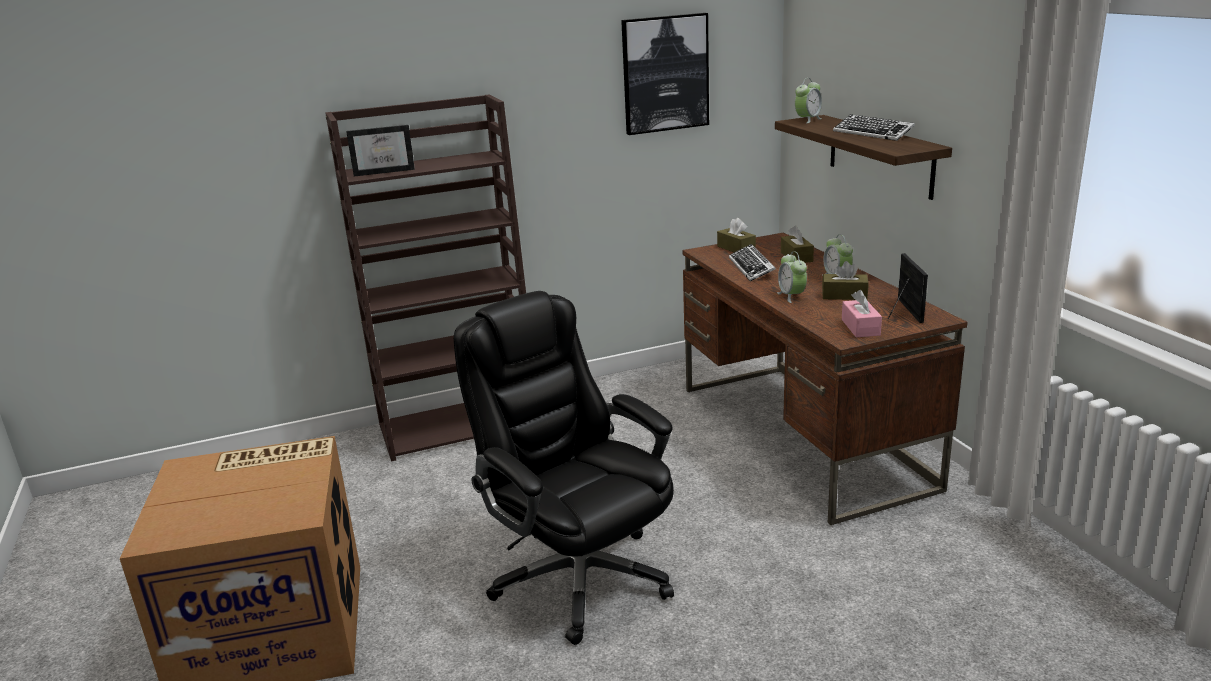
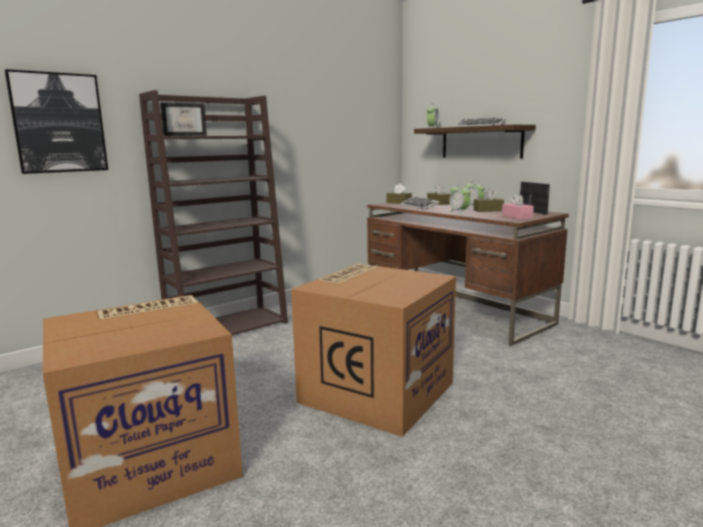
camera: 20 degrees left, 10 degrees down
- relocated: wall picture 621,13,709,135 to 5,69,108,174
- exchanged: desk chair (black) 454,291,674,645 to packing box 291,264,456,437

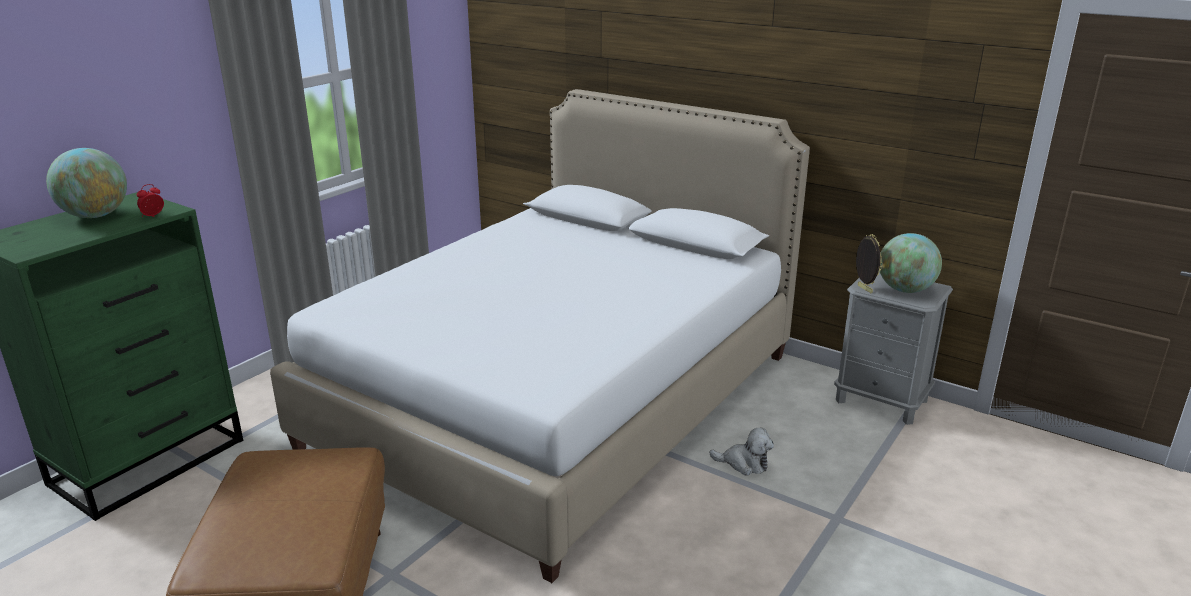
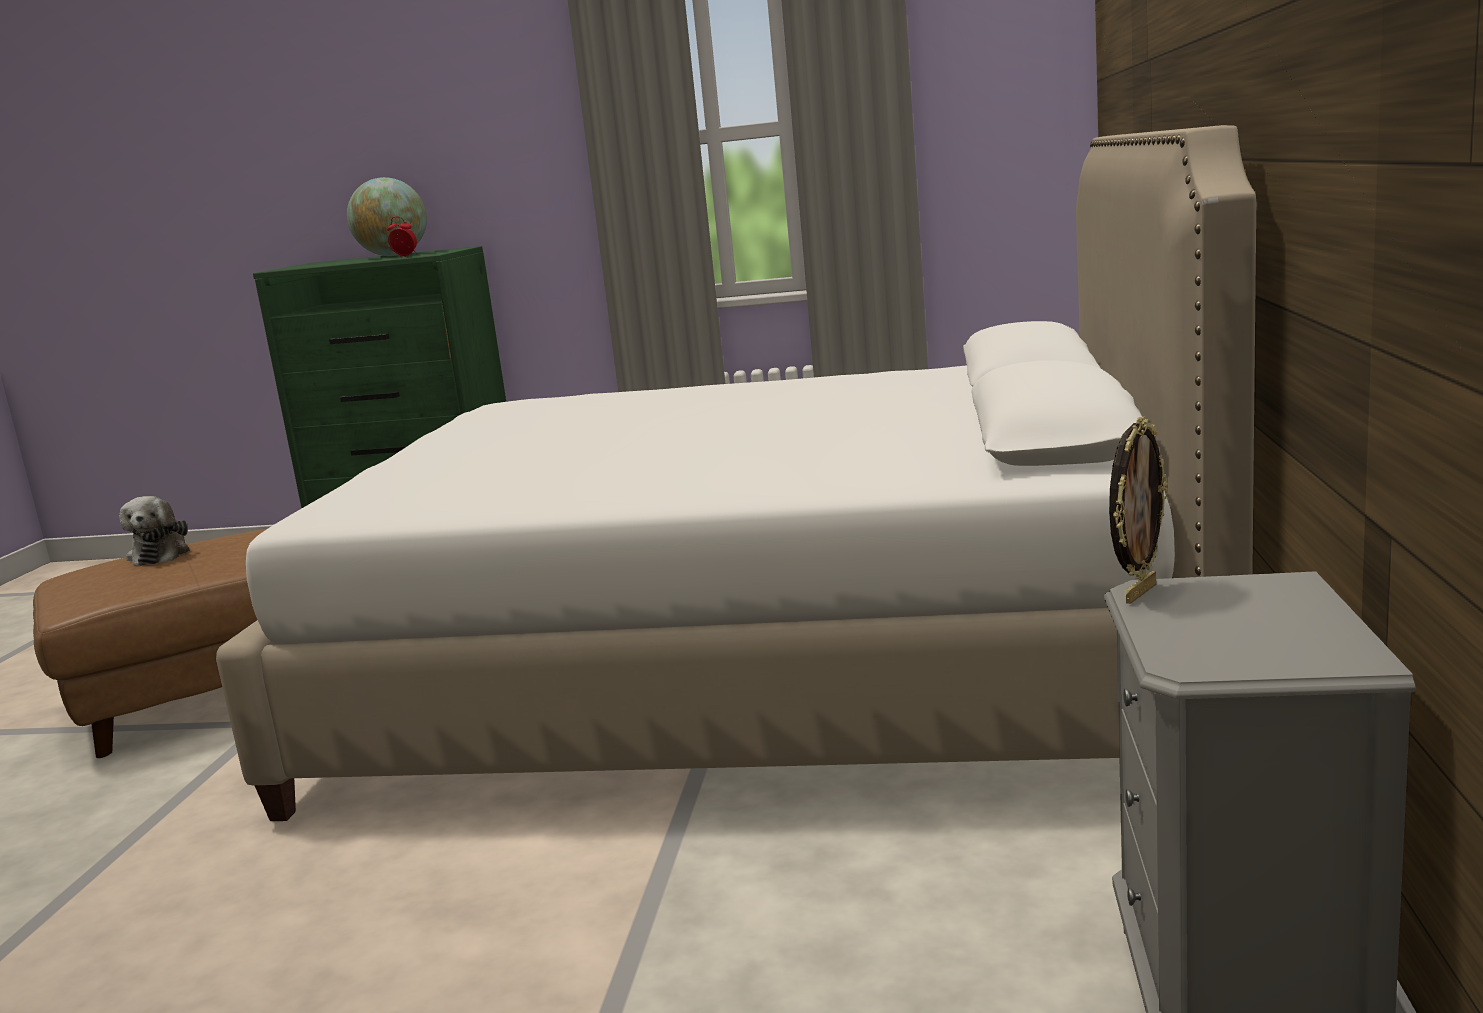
camera: 65 degrees right, 10 degrees down
- missing: world globe 880,233,942,293
- relocated: cuddly toy 709,427,774,476 to 119,496,190,566

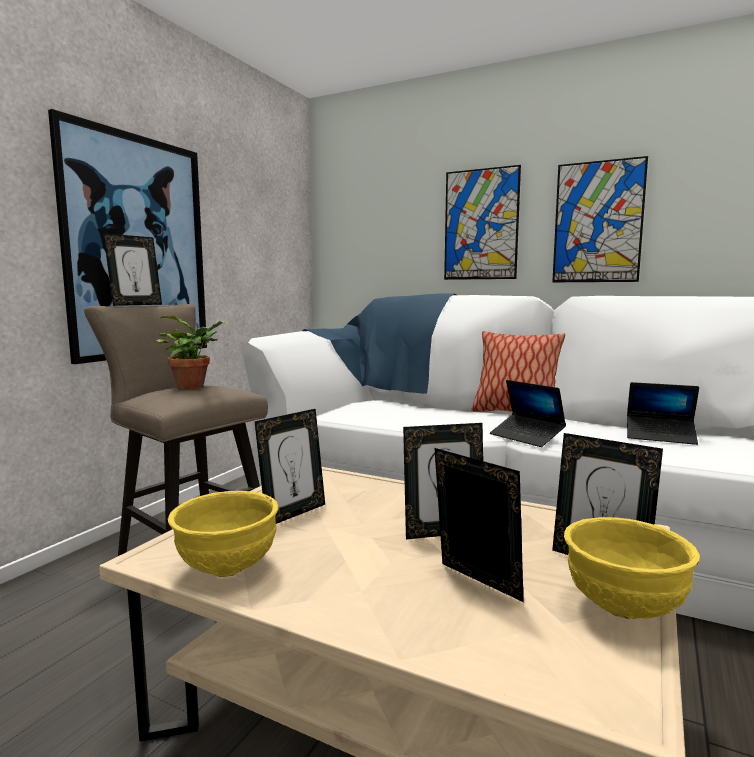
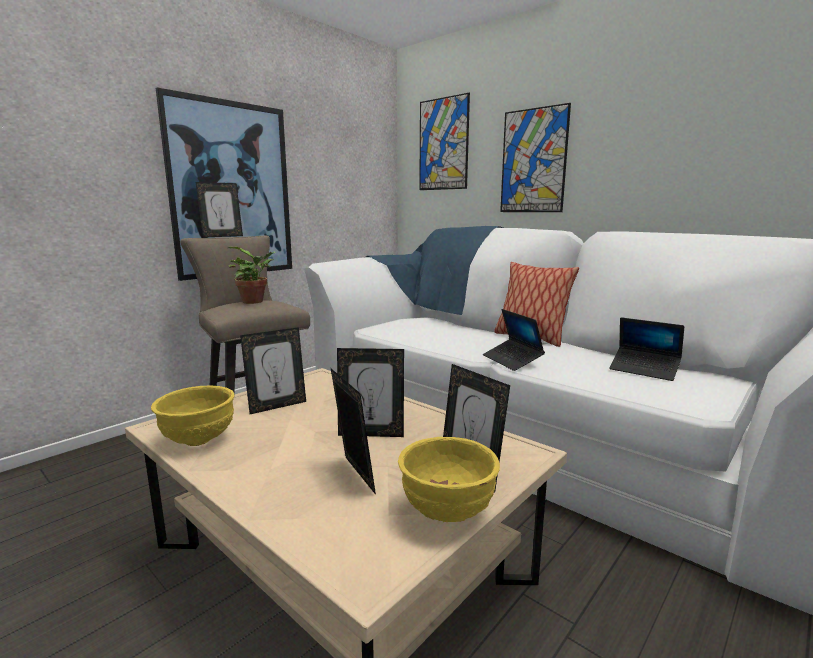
camera: 15 degrees right, 5 degrees up
- relocated: wall picture 552,156,648,282 to 419,93,470,190

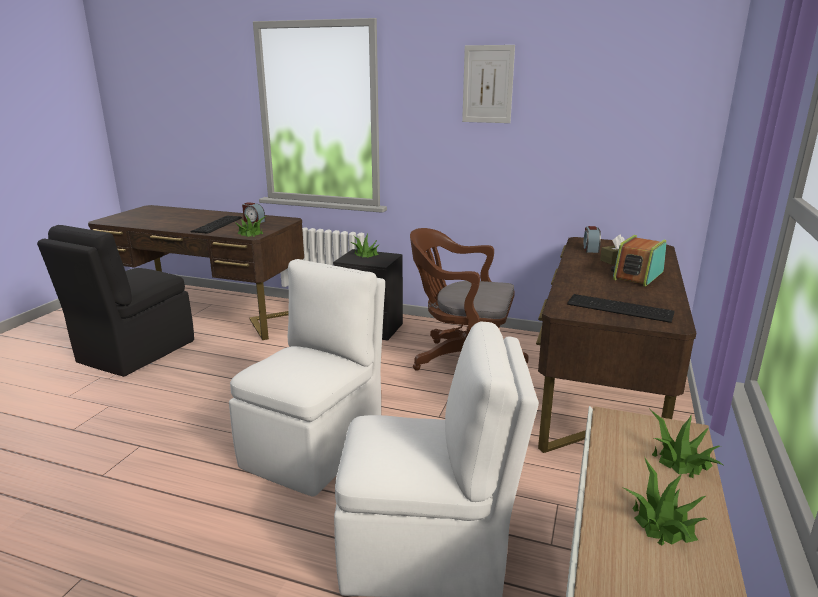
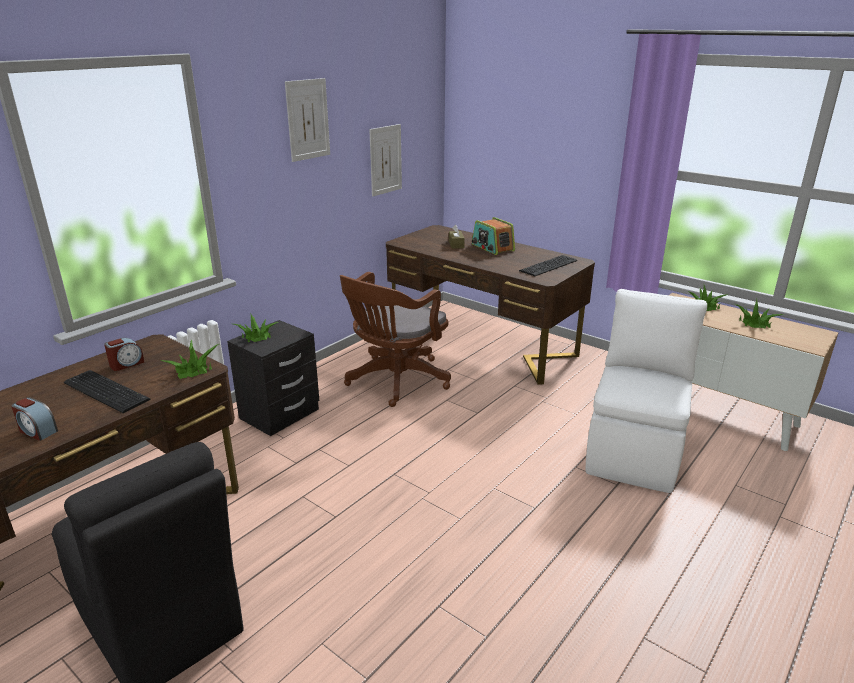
camera: 70 degrees left, 5 degrees up
- relocated: table clock 583,226,601,253 to 11,397,58,441
- missing: plain chair (whitish) 229,259,385,497
- appeared: wall picture 369,124,402,196

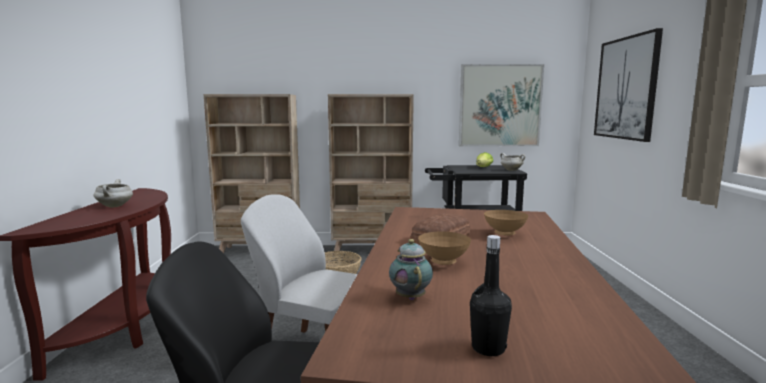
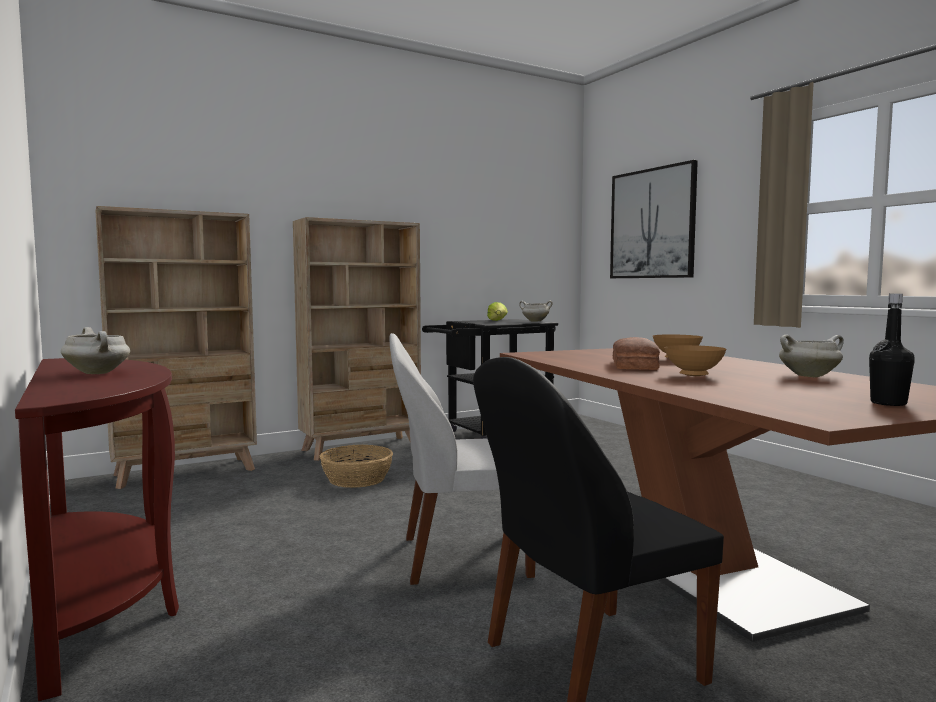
camera: 30 degrees left, 5 degrees down
- missing: wall picture 459,64,544,146
- missing: tea pot 389,239,433,300
- appeared: cooking pot (whitish) 779,335,844,378

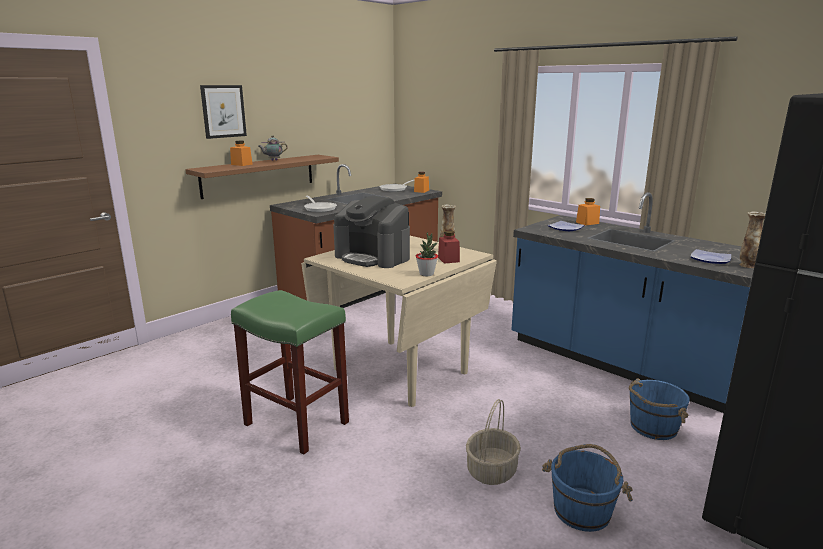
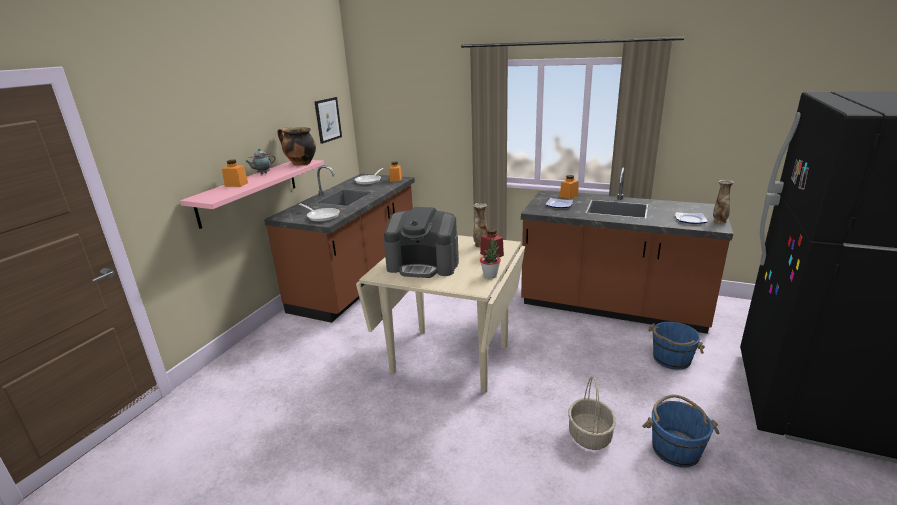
camera: 20 degrees left, 5 degrees up
- relocated: wall picture 200,85,247,139 to 315,97,342,144
- colour: wall shelf (brown-coloured) 185,155,339,199 to wall shelf (pink) 180,160,324,229
- colour: kitchen counter (blue) 512,192,754,413 to kitchen counter (brown-coloured) 521,168,733,334
- missing: stool seat (green) 231,290,349,454
- appeared: cooking pot 277,127,316,165

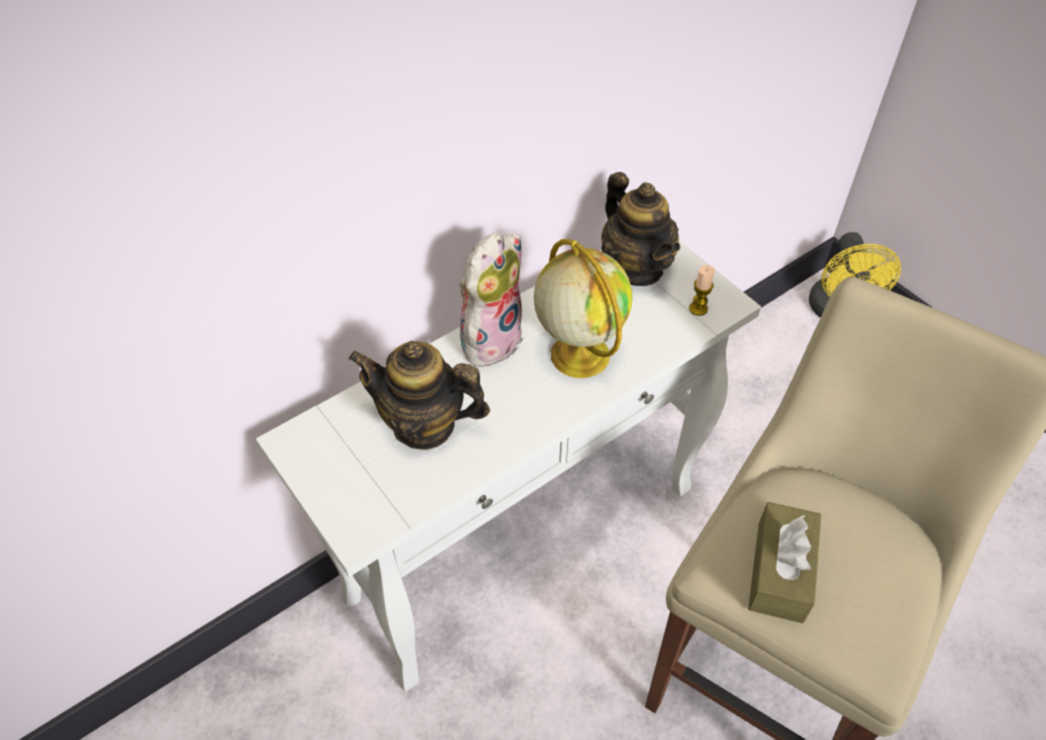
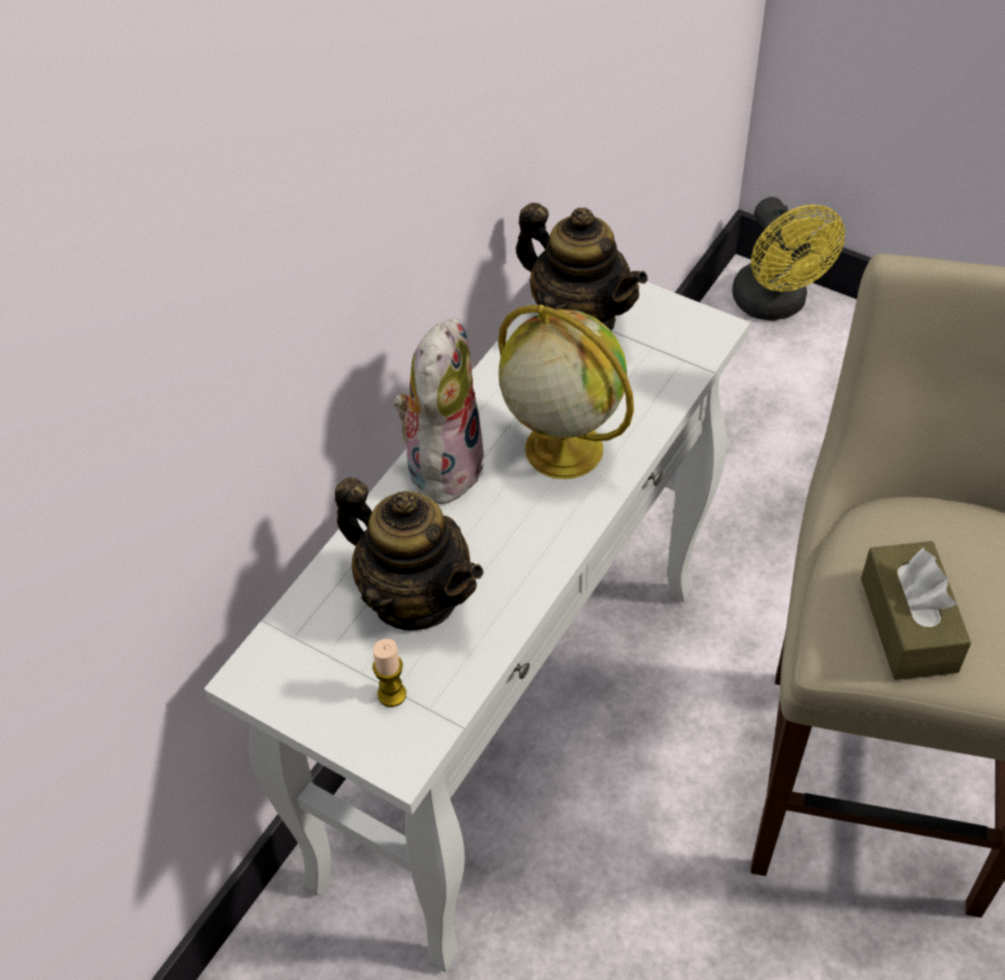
camera: 20 degrees left, 0 degrees up
- relocated: wax candle 689,265,715,316 to 372,639,406,707
- spun: tea pot 348,341,490,450 = 335,477,483,631 135 degrees counterclockwise

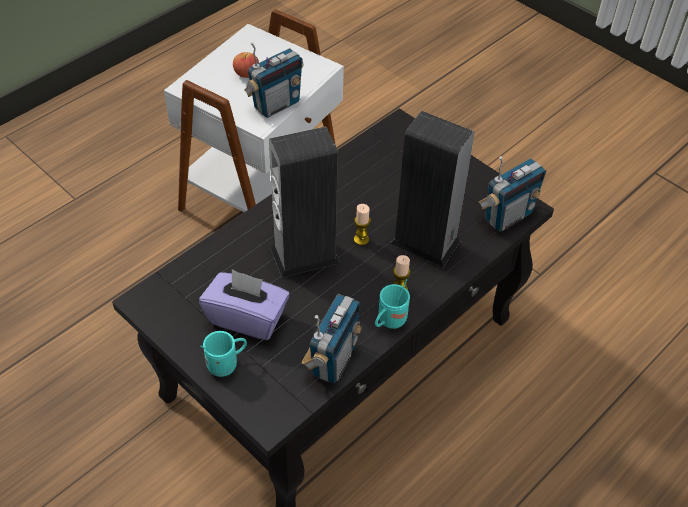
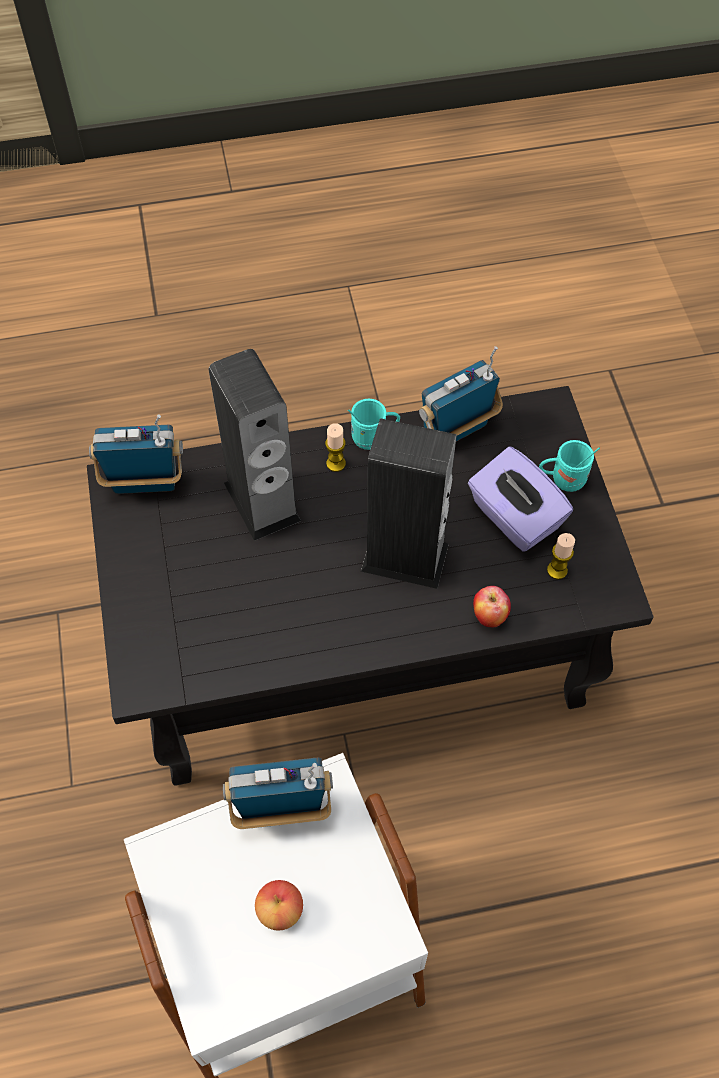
camera: 145 degrees left, 10 degrees up
- relocated: wax candle 354,204,371,245 to 547,533,575,580
- appeared: whole apple 473,586,511,627

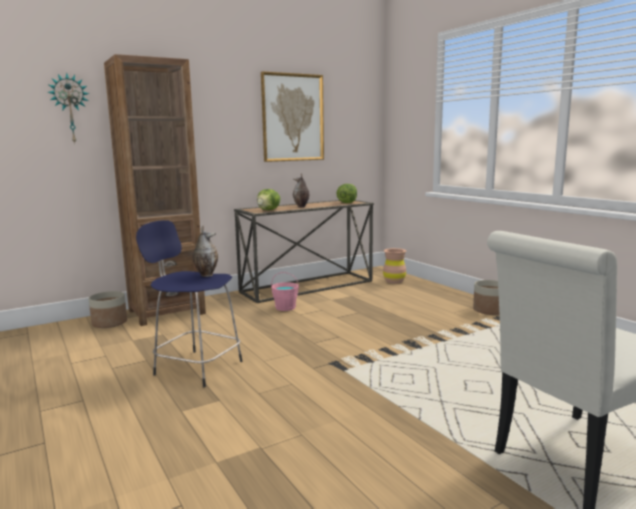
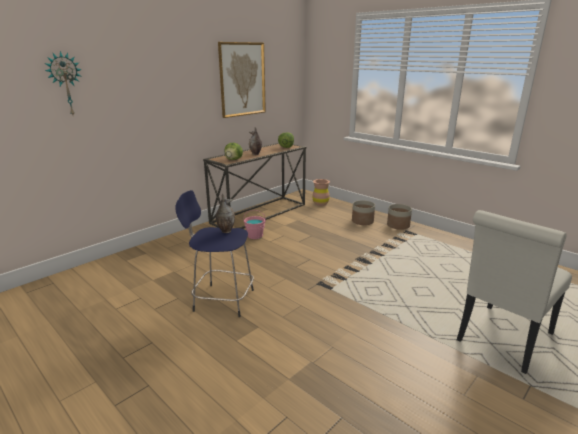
camera: 15 degrees left, 10 degrees up
- missing: bookshelf (brown-coloured) 104,54,206,326
- relocated: plant pot 89,291,127,328 to 352,200,375,225

